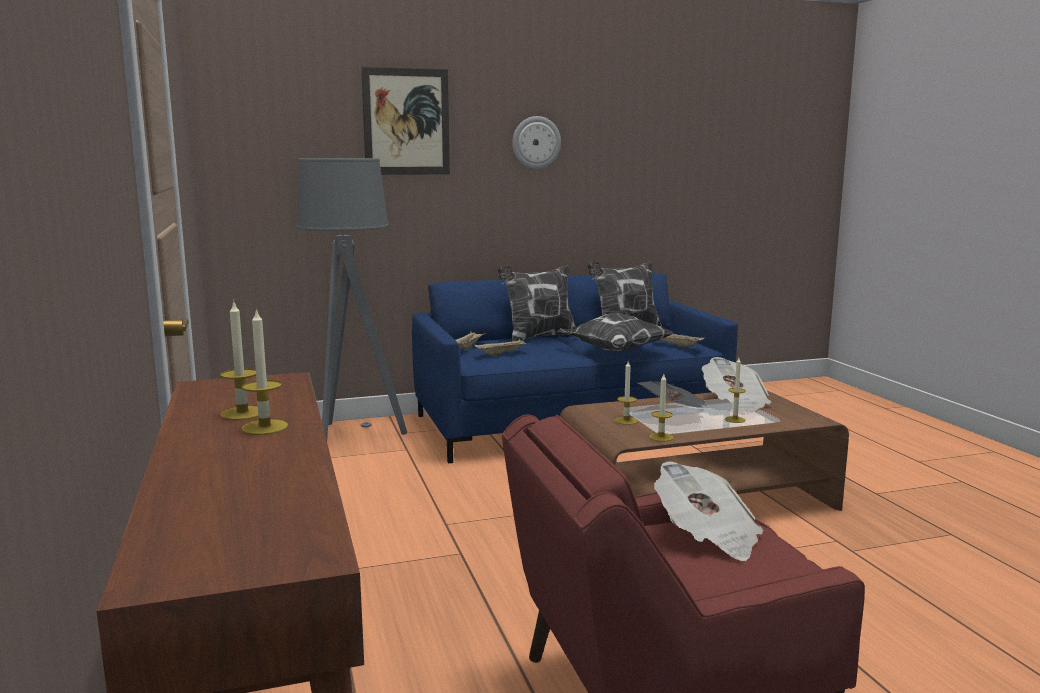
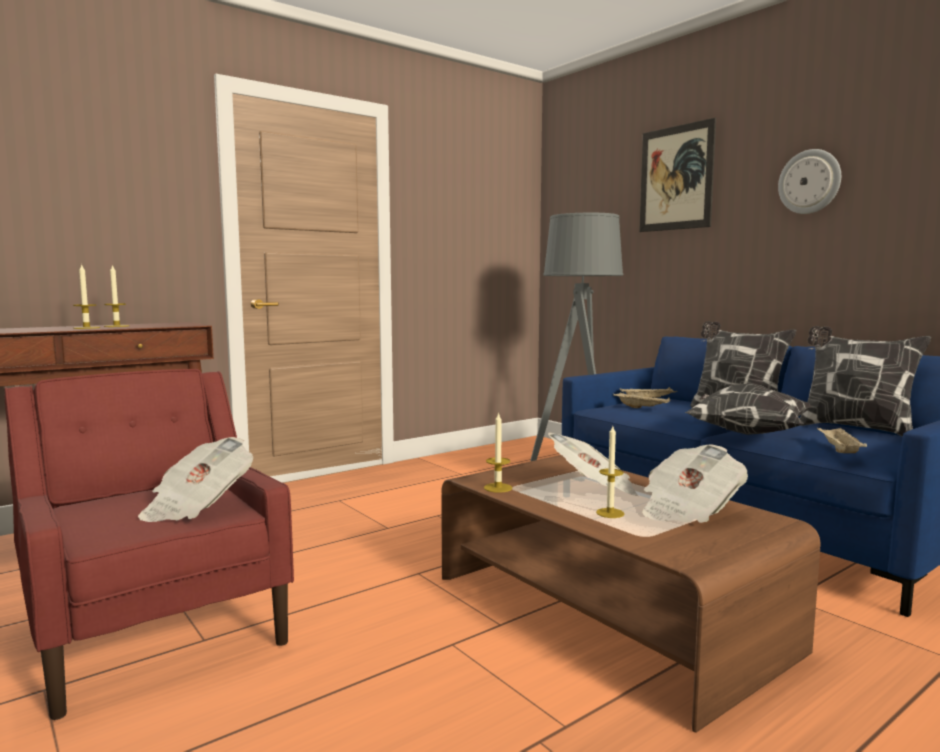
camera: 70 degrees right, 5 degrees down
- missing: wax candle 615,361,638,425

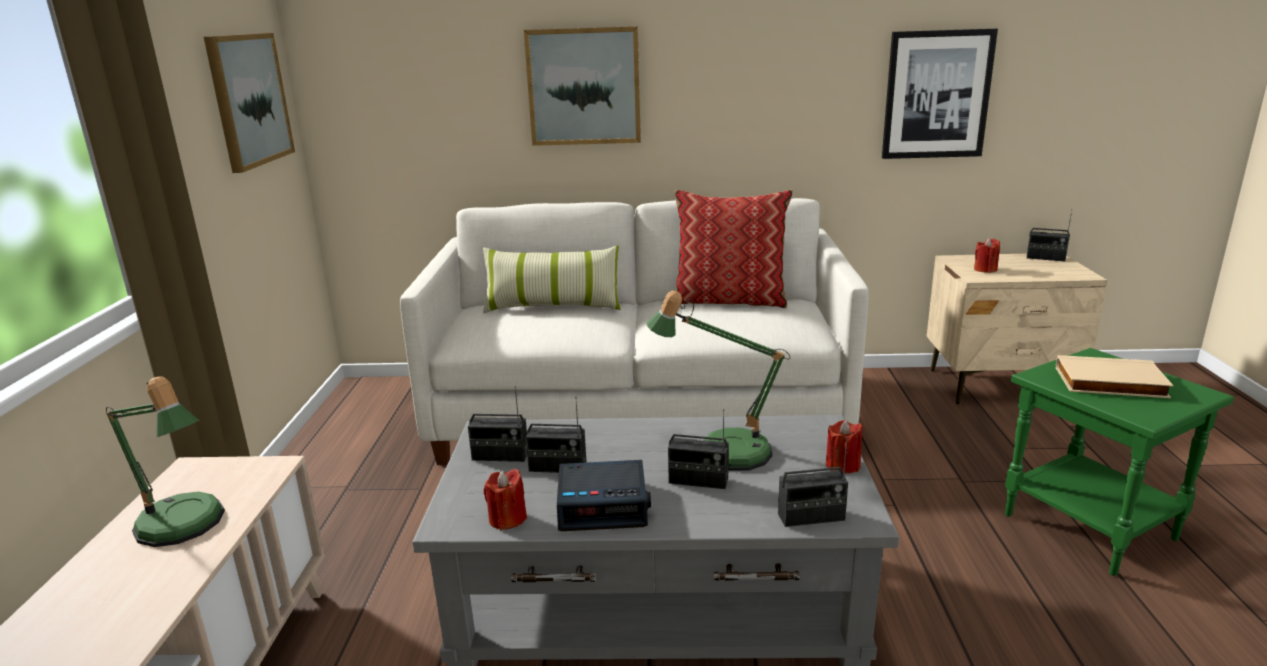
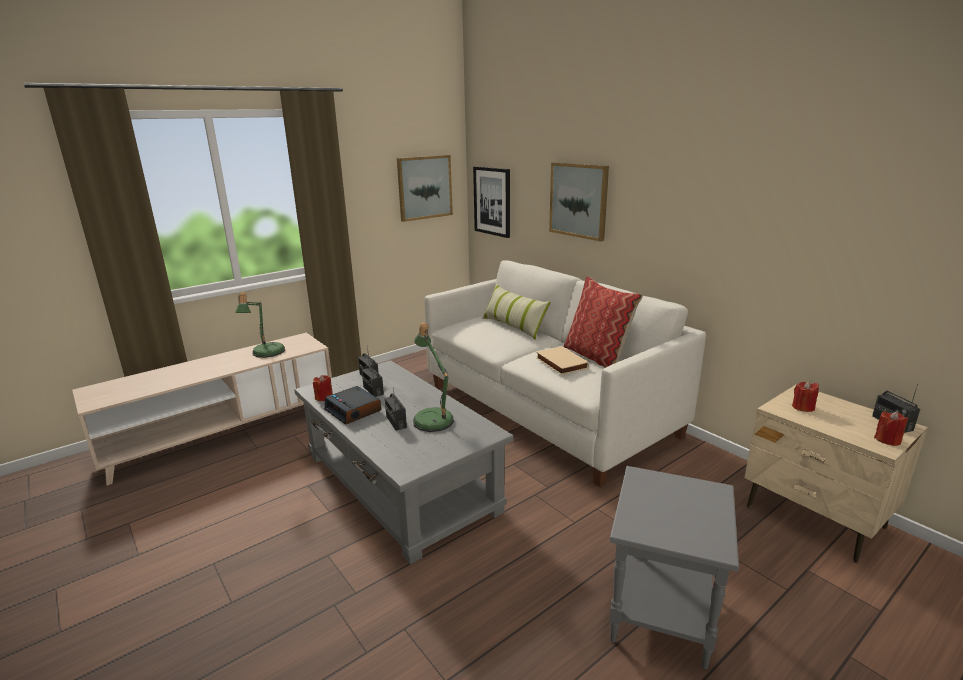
camera: 50 degrees right, 0 degrees up
- relocated: wall picture 882,29,998,159 to 473,166,510,238
- colour: end table (green) 1005,348,1234,576 to end table (grey) 610,466,739,669
- relocated: volume (beige) 1056,355,1174,398 to 536,346,589,375
- relocated: wax candle (red-coloured) 826,420,863,474 to 874,411,908,446
- missing: radio 778,436,848,527

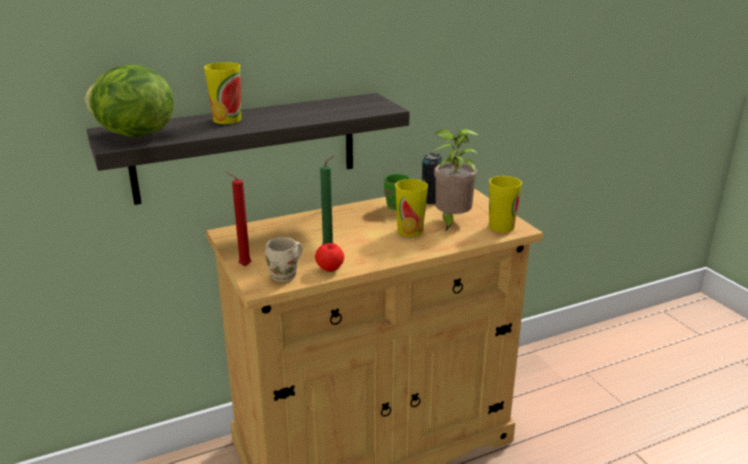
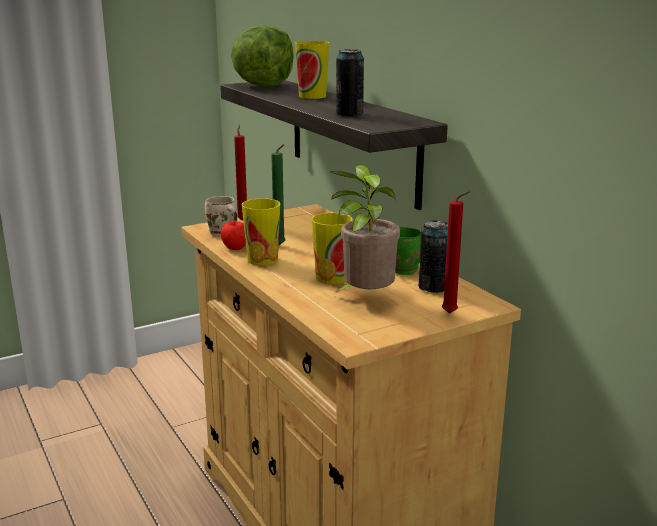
camera: 85 degrees right, 5 degrees down
- relocated: cup 489,176,522,233 to 242,198,281,266
- appeared: metal can 336,49,364,116
- appeared: wax candle (red-coloured) 442,191,470,314

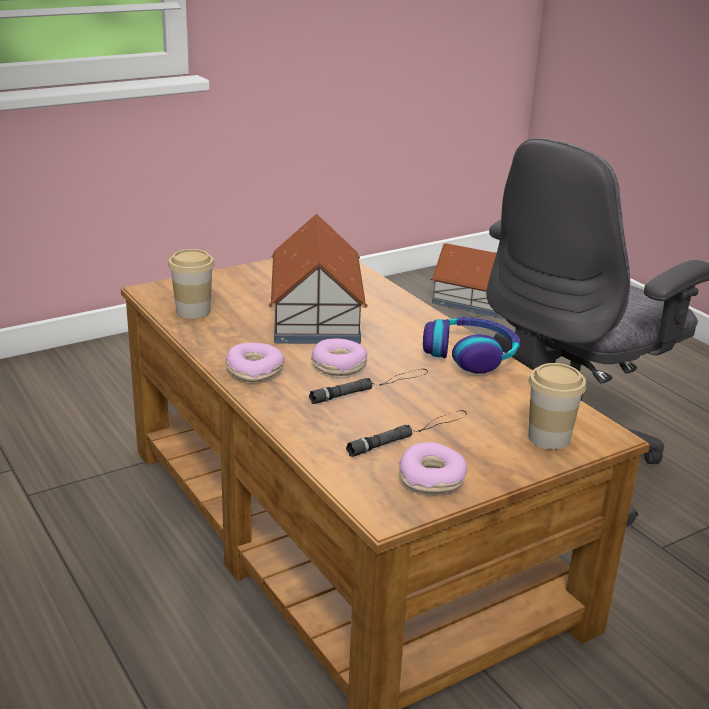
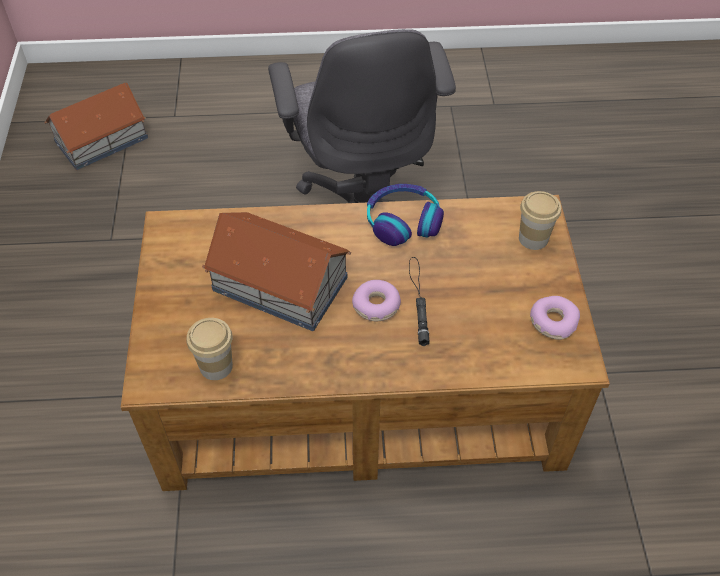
camera: 60 degrees left, 25 degrees up
- missing: donut 225,343,284,382
- missing: hand torch (black) 346,410,467,457

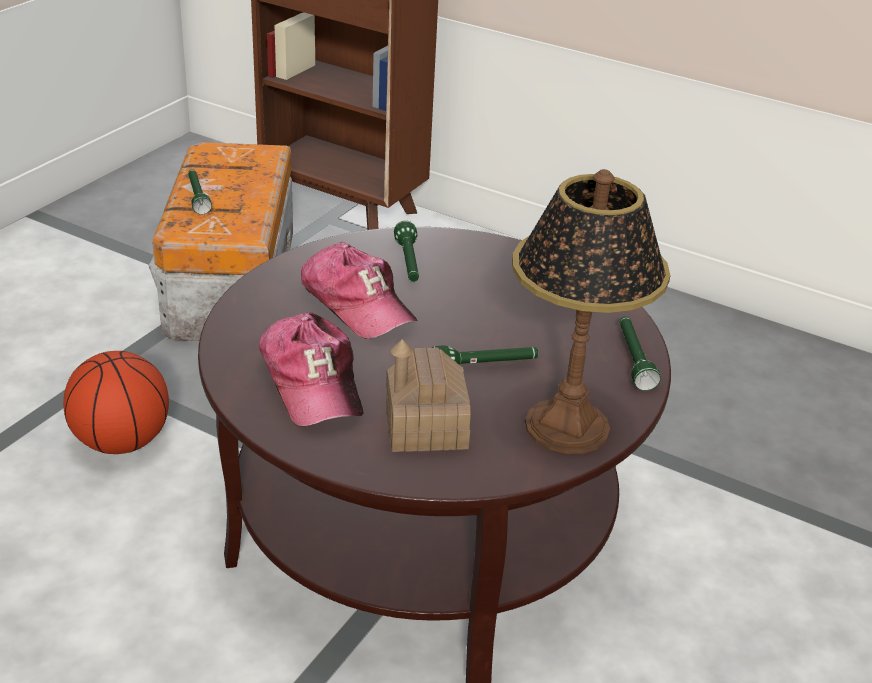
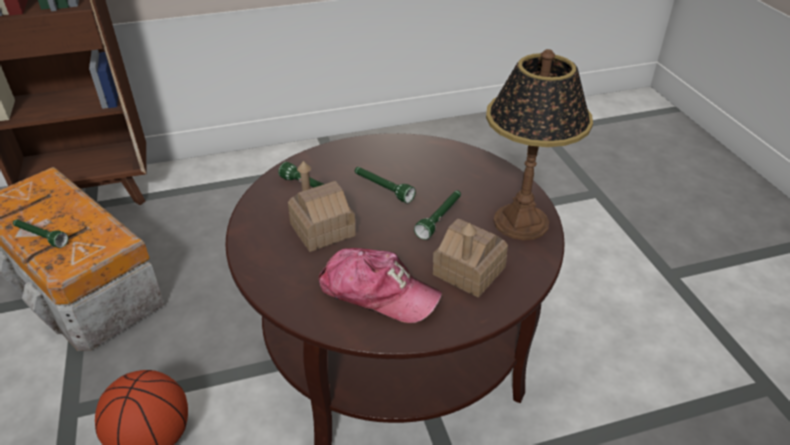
camera: 45 degrees left, 5 degrees up
- exchanged: peaked cap 301,242,418,339 to model house 288,161,356,252
- relocated: hand torch (green) 620,316,661,391 to 355,167,416,203

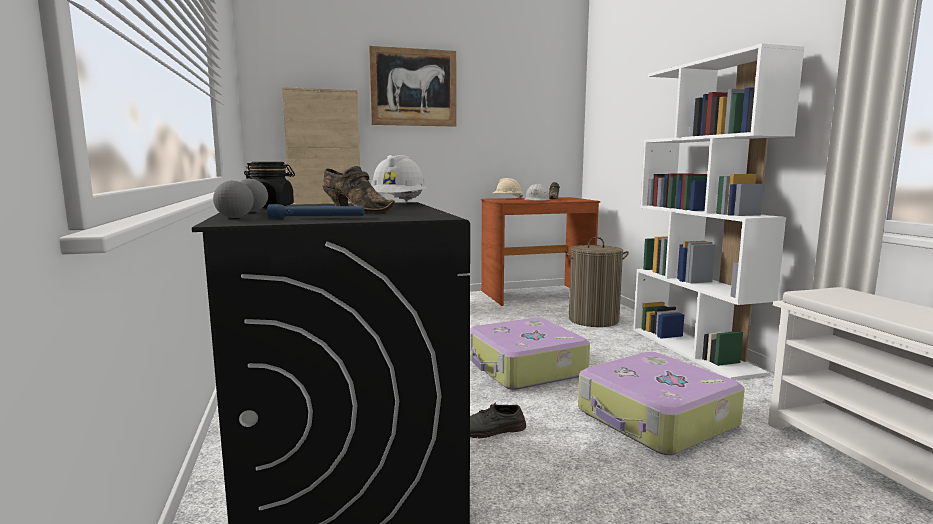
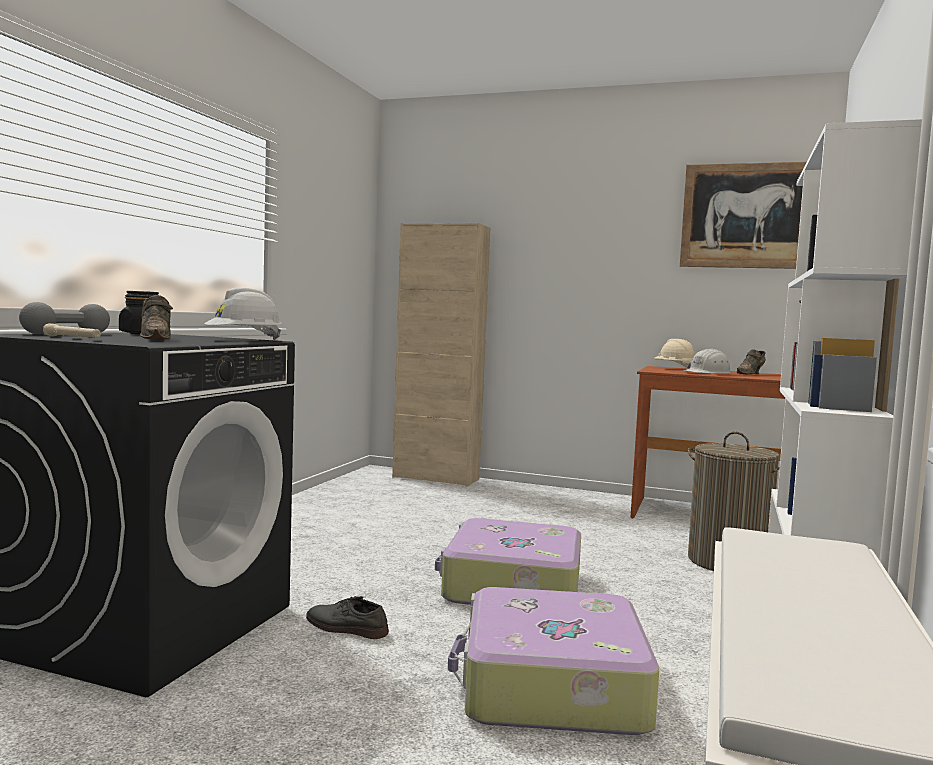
camera: 35 degrees right, 5 degrees down
- relocated: wall picture 369,46,457,127 to 680,162,806,269
- colour: hand torch (blue) 267,204,364,219 to hand torch (beige) 43,323,101,338

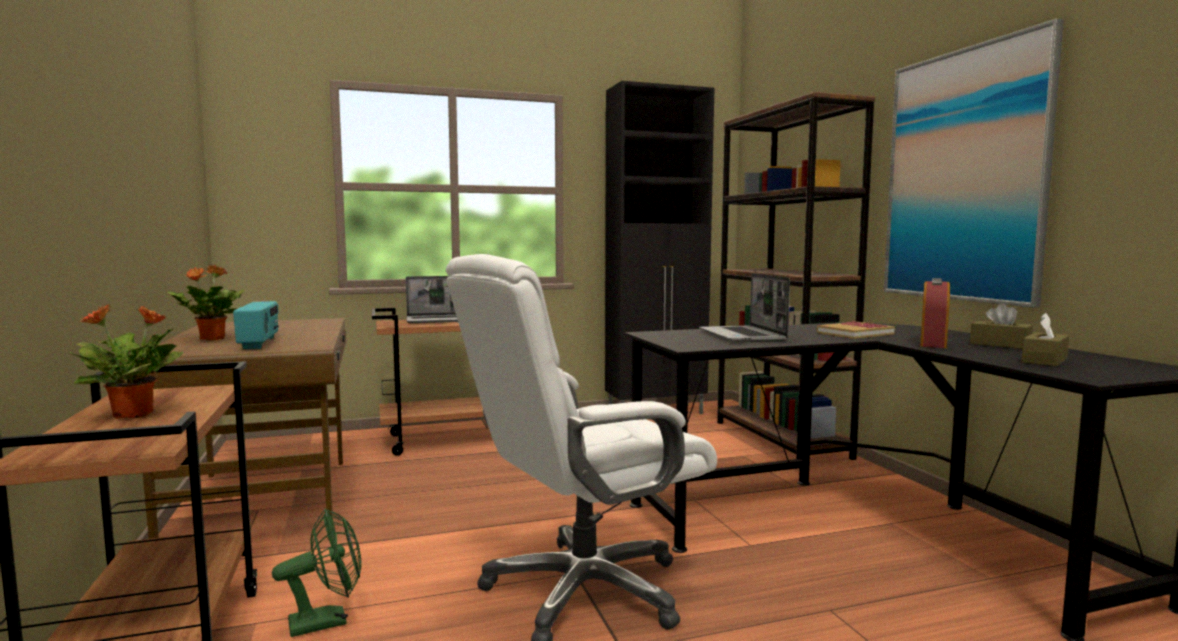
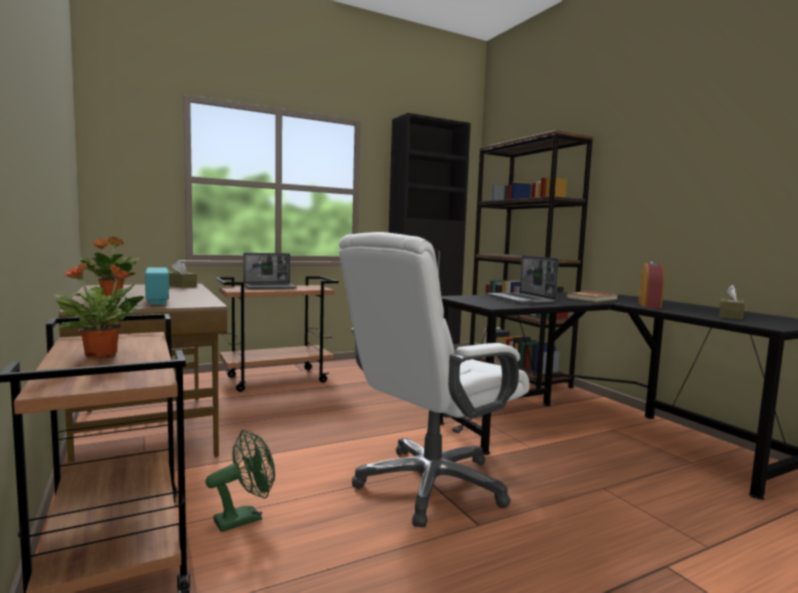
camera: 10 degrees left, 0 degrees up
- missing: wall picture 884,19,1064,308
- relocated: tissue holder (brown-coloured) 970,303,1033,349 to 169,260,197,288

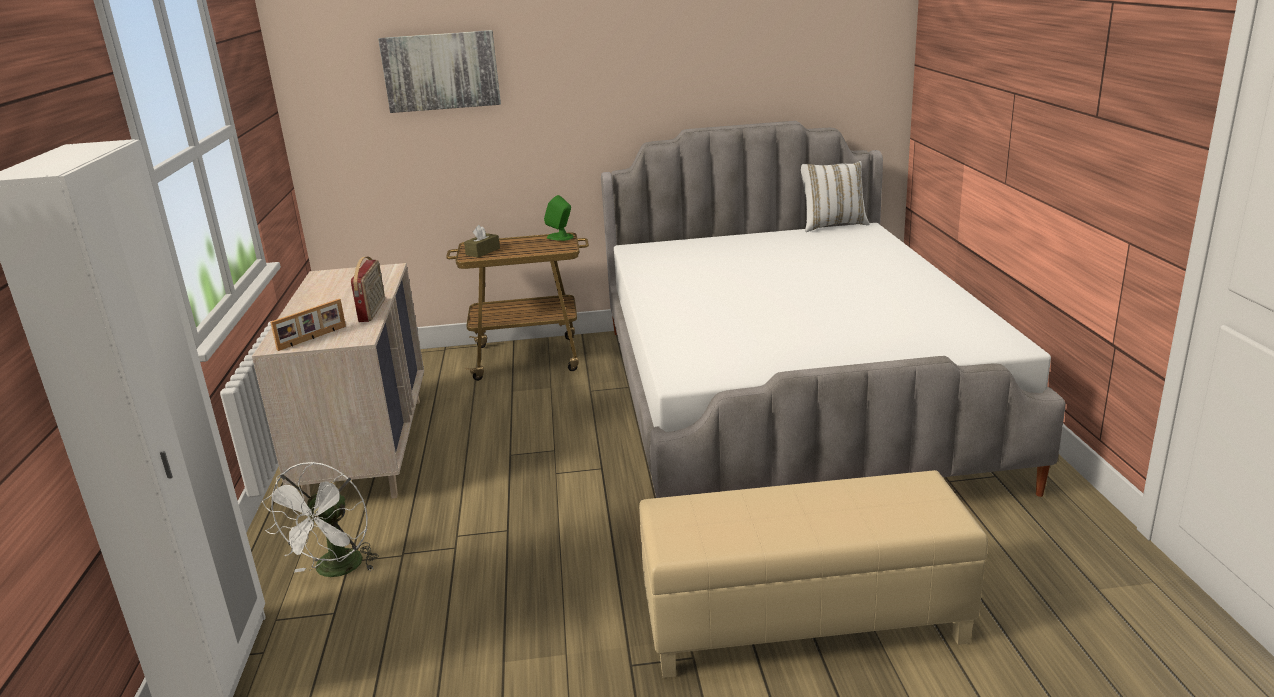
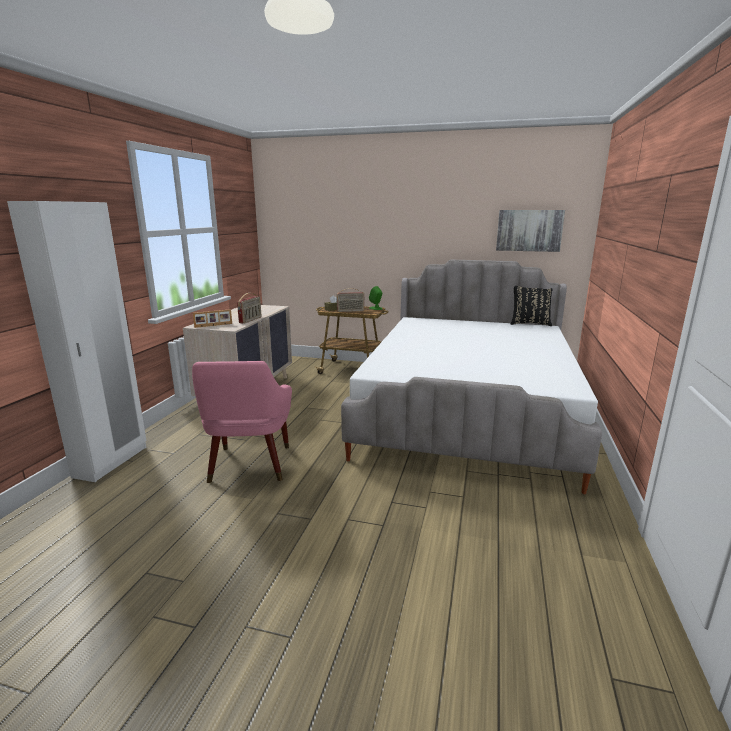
camera: 20 degrees right, 5 degrees down
- relocated: wall picture 378,30,501,113 to 496,210,565,252
- colour: cushion (whitish) 801,161,870,232 to cushion (black) 511,286,552,326
- missing: electric fan (whitish) 262,462,379,577
- missing: footrest (beige) 639,470,988,678
- appeared: radio 336,288,364,312
- appeared: lounge chair (pink) 192,361,292,483

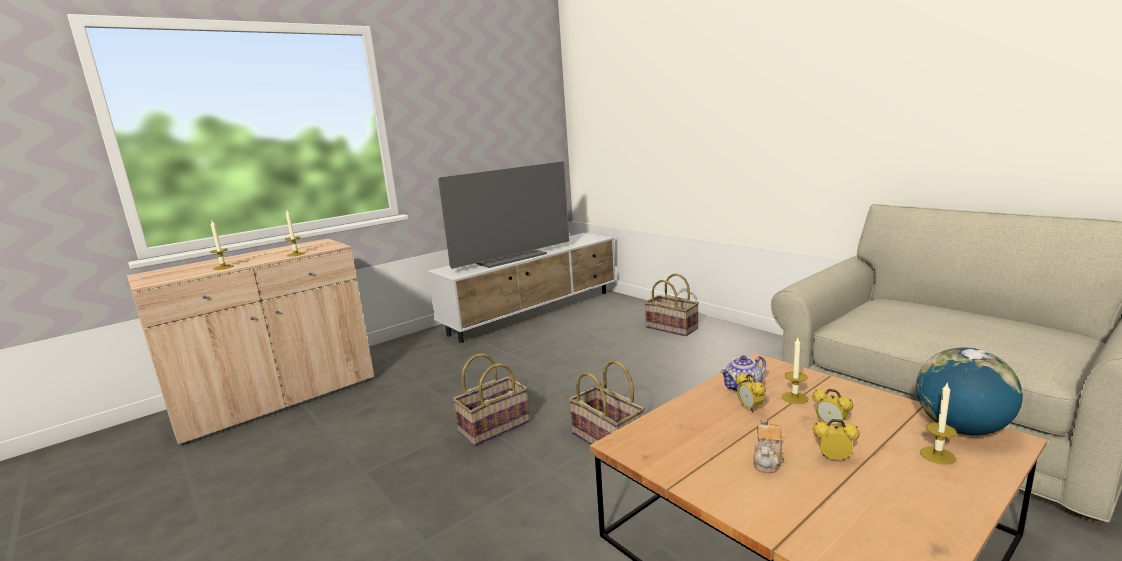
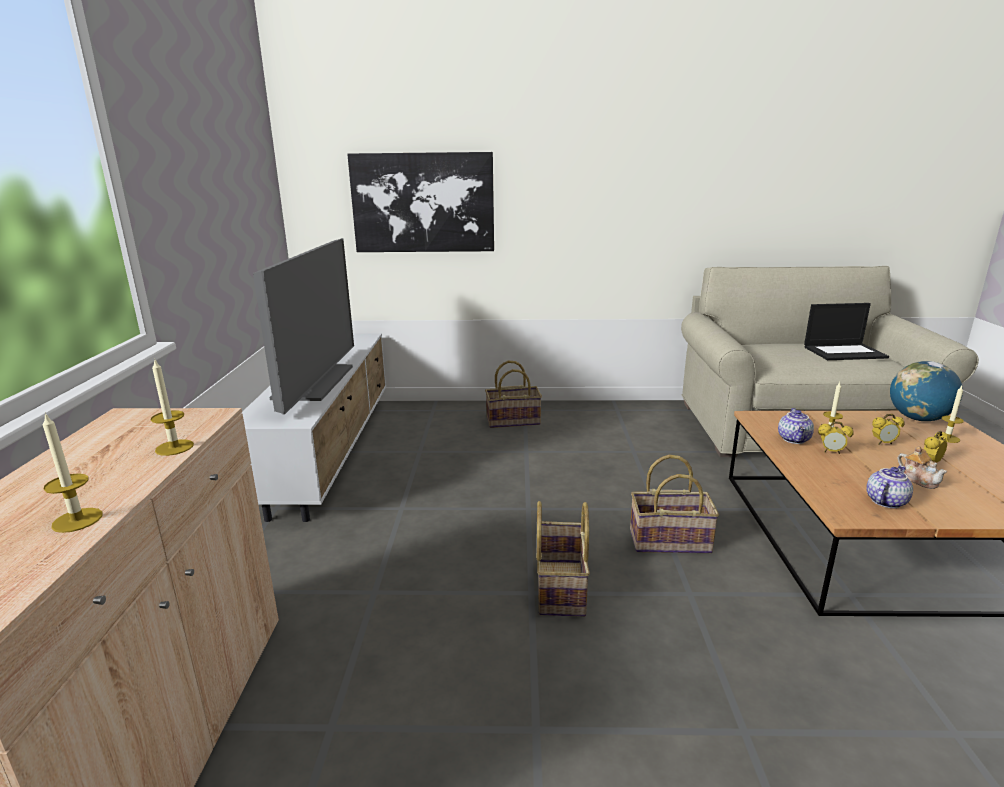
camera: 50 degrees left, 5 degrees up
- appeared: wall picture 347,152,494,252
- appeared: portable computer 804,303,889,360
- appeared: tea pot 866,465,913,508

